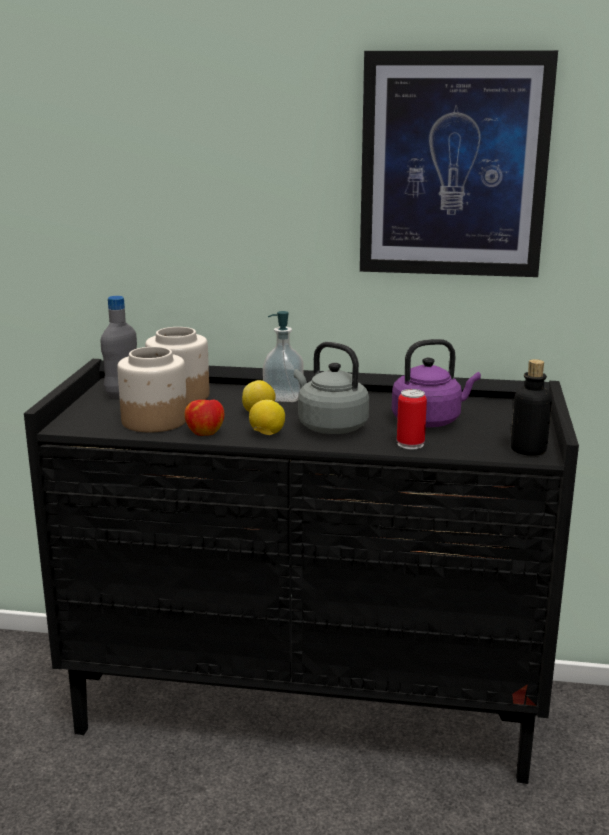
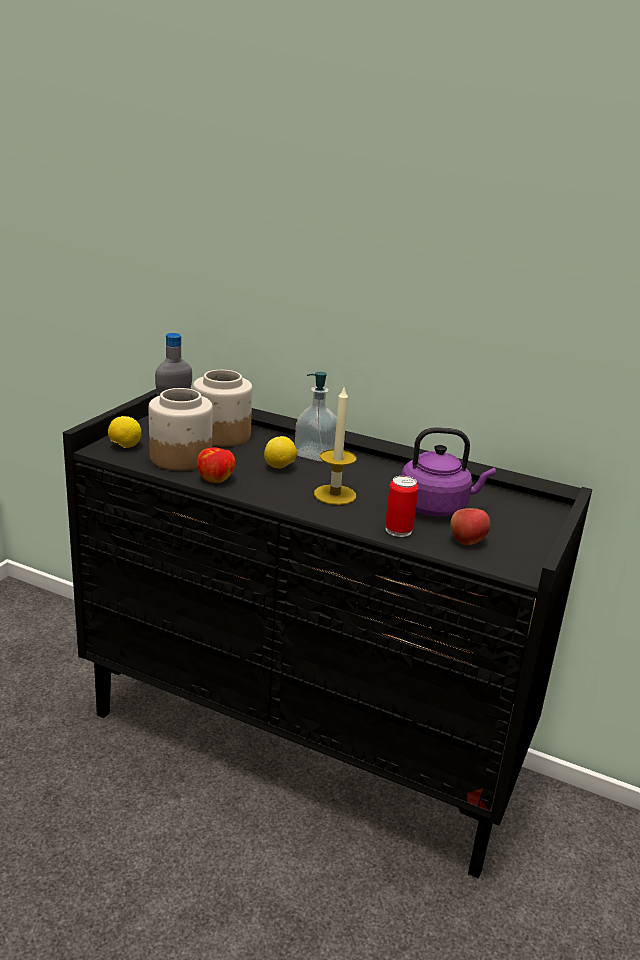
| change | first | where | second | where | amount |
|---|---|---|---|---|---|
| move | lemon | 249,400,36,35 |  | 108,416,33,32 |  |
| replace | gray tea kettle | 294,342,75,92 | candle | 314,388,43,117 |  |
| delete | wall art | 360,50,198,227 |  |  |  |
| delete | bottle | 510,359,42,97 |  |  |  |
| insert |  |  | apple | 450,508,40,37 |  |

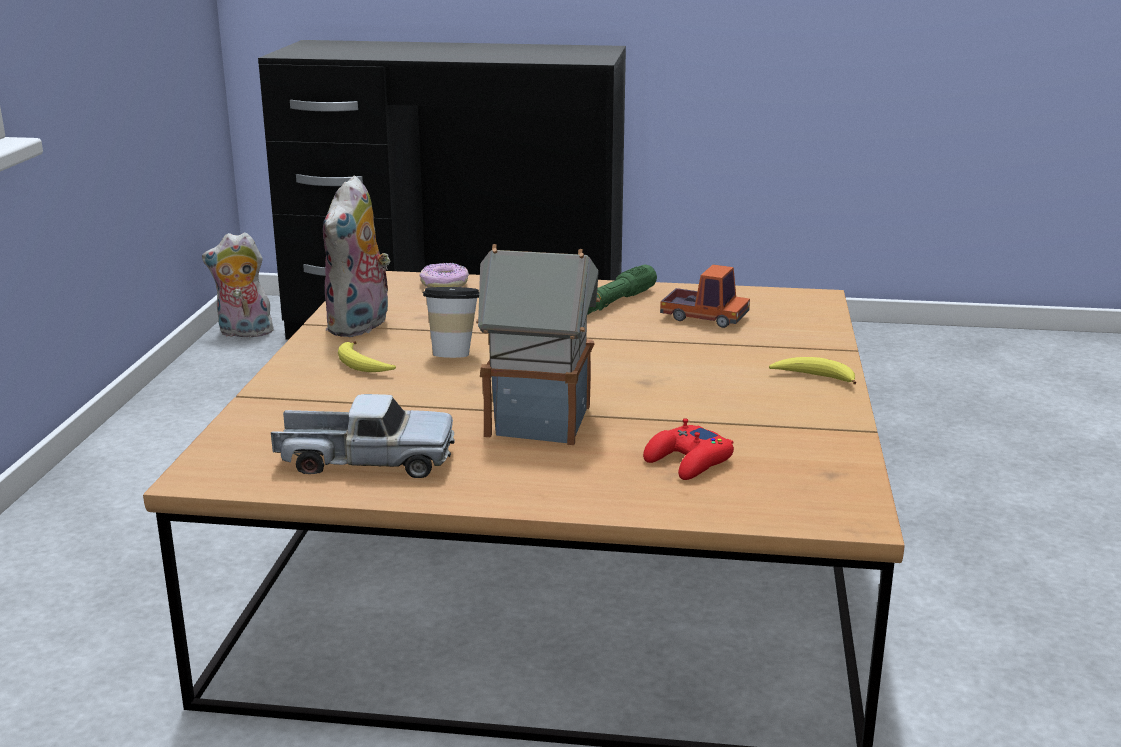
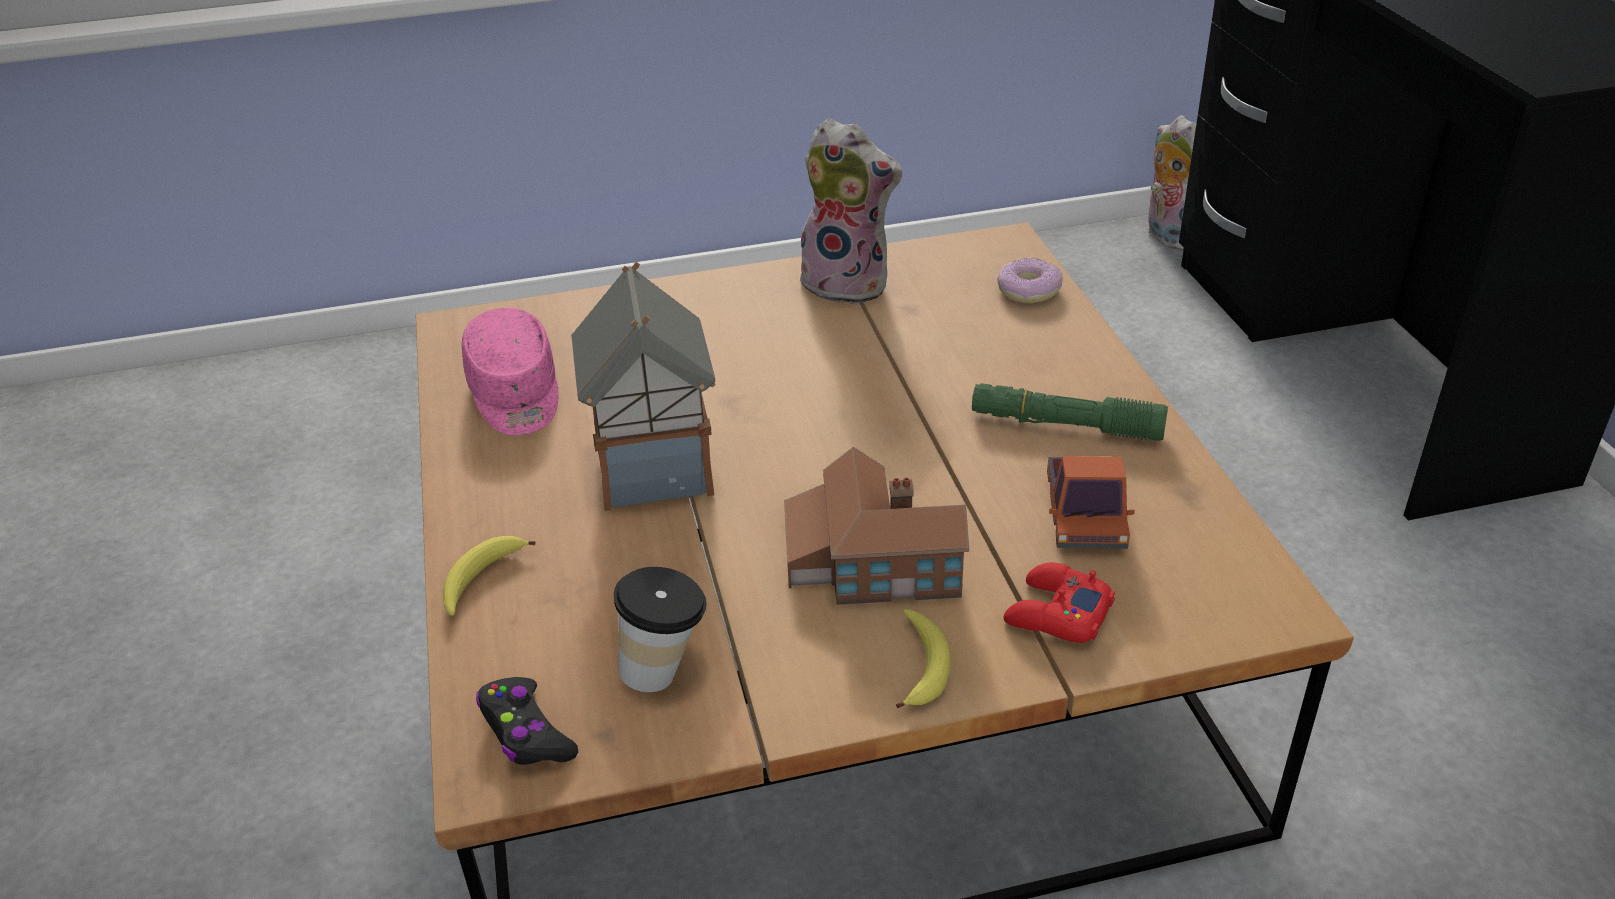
| change | first | where | second | where | amount |
|---|---|---|---|---|---|
| replace | toy lorry | 271,394,184,84 | pink cap | 462,308,96,128 |  |
| rotate | soft toy | 323,175,68,162 |  | 798,118,104,187 | 150 degrees counterclockwise |
| move | banana fruit | 338,341,58,31 |  | 443,536,93,80 |  |
| move | cup | 423,287,56,71 |  | 614,567,93,125 |  |
| move | red-coloured joypad | 643,418,91,62 |  | 1003,562,112,81 |  |
| insert |  |  | blackish joypad | 476,677,102,88 |  |
| insert |  |  | model house | 784,447,185,158 |  |

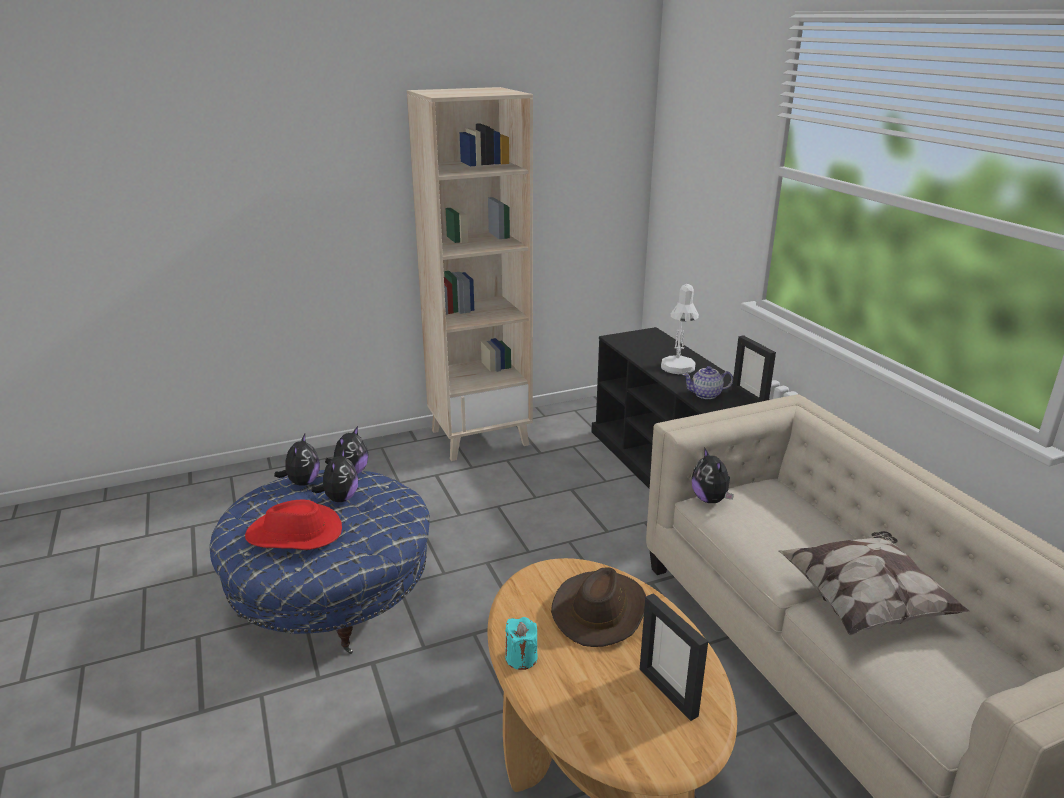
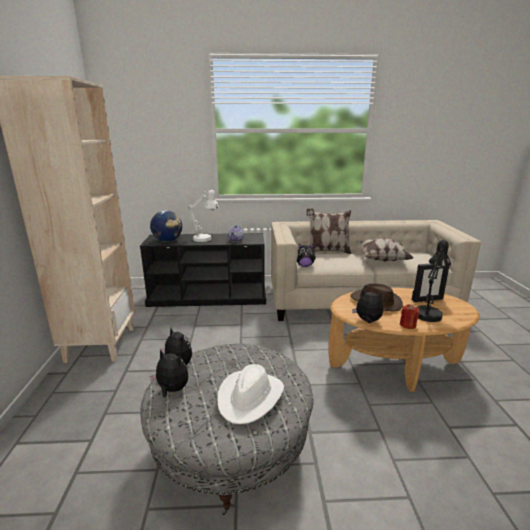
| change | first | where | second | where | amount |
|---|---|---|---|---|---|
| recolor | bluish footrest | 210,470,220,184 | gray footrest | 140,344,174,171 |  |
| recolor | red-coloured wearable hat | 245,500,97,50 | white wearable hat | 217,364,67,60 |  |
| move | soft toy | 311,448,47,54 |  | 352,288,31,35 |  |
| recolor | blue-green candle | 505,617,32,53 | red-coloured candle | 400,304,19,25 |  |
| delete | standing frame | 732,335,44,68 |  |  |  |
| insert |  |  | globe | 150,210,32,32 |  |
| insert |  |  | pillow | 306,209,45,45 |  |
| insert |  |  | blackish table lamp | 415,240,36,82 |  |

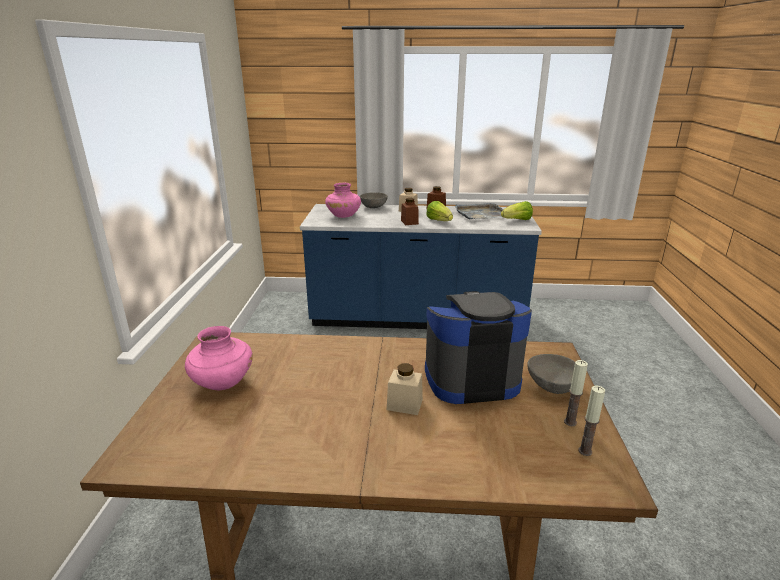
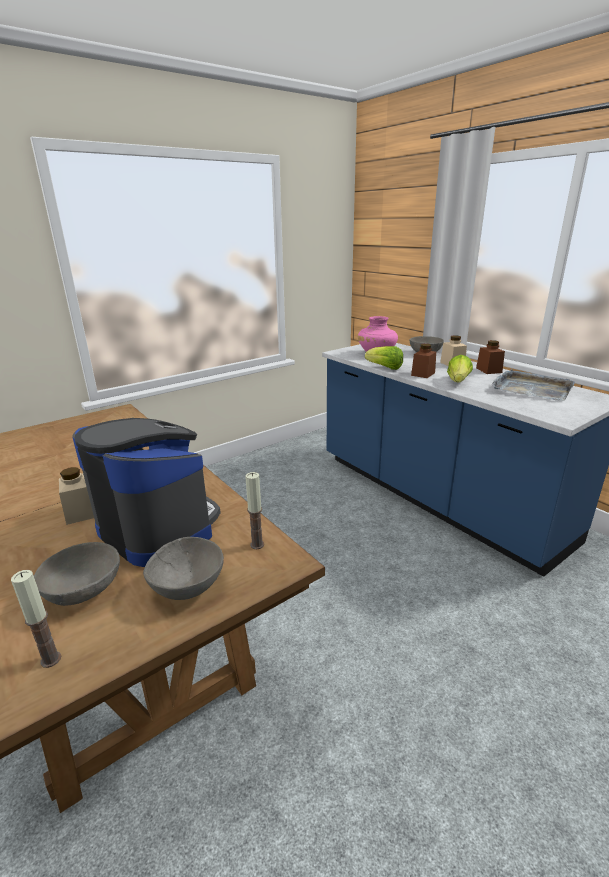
| change | first | where | second | where | amount |
|---|---|---|---|---|---|
| delete | pink decorative vase | 185,326,68,64 |  |  |  |
| move | lettuce | 501,201,32,19 |  | 365,346,38,24 |  |
| move | candle | 564,360,24,66 |  | 245,472,19,77 |  |
| insert |  |  | gray deep dish | 34,542,86,64 |  |

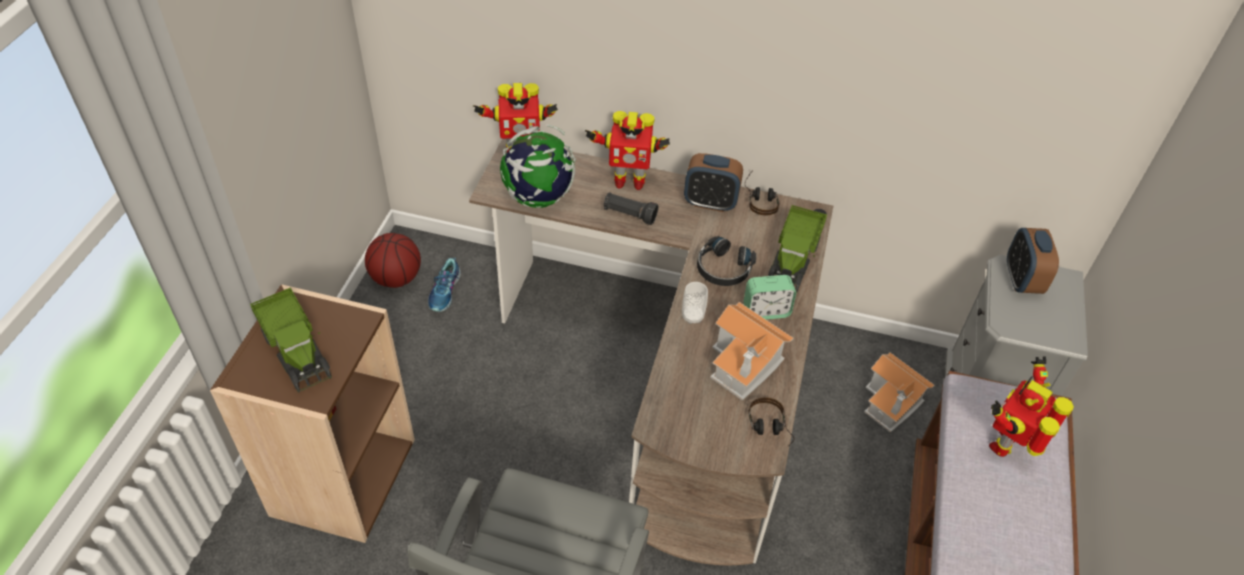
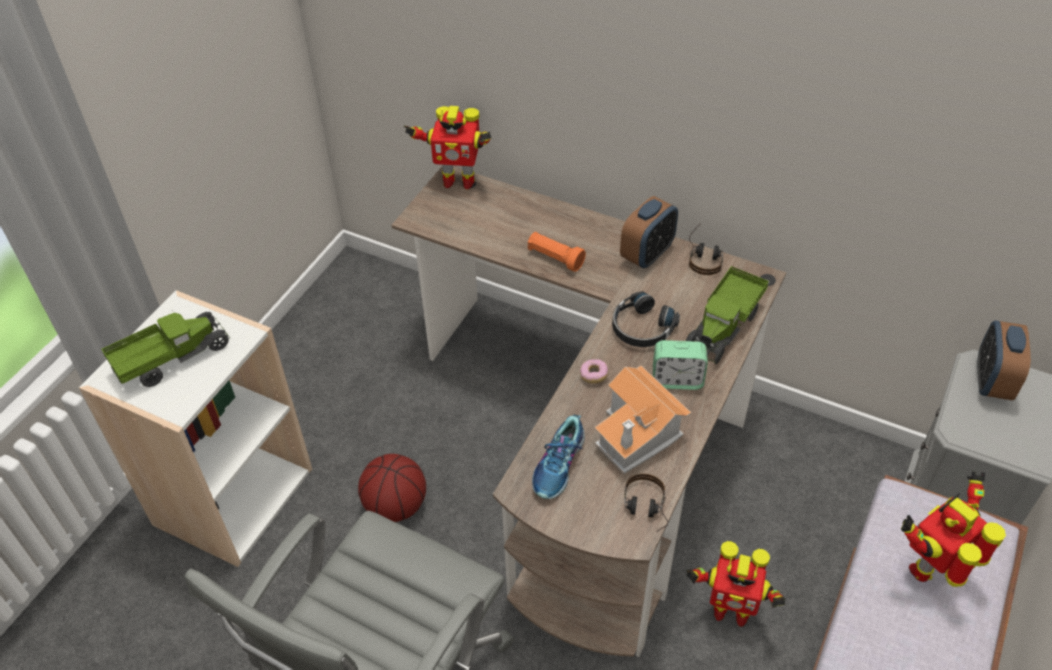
| change | first | where | second | where | amount |
|---|---|---|---|---|---|
| recolor | brown-coloured bookcase | 210,284,205,259 | white bookcase | 79,290,233,277 |  |
| rotate | toy lorry | 250,287,81,105 |  | 101,312,129,75 | 105 degrees counterclockwise |
| move | basketball ball | 365,233,56,55 |  | 358,454,68,68 |  |
| move | low shoe | 428,258,33,54 |  | 532,415,53,84 |  |
| delete | globe | 500,124,76,84 |  |  |  |
| move | model robot | 585,111,85,79 |  | 686,541,99,86 |  |
| recolor | blackish hand torch | 604,192,54,33 | orangey hand torch | 528,232,58,40 |  |
| replace | cup | 682,282,26,42 | donut | 580,359,28,25 |  |
| rotate | alarm clock | 684,153,59,59 |  | 620,196,58,73 | 75 degrees counterclockwise |
| delete | model house | 864,353,71,79 |  |  |  |

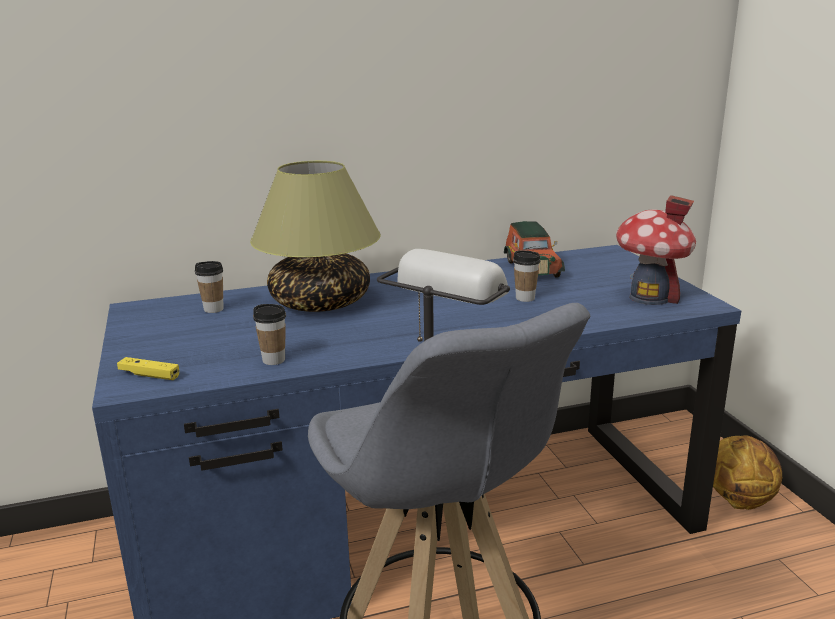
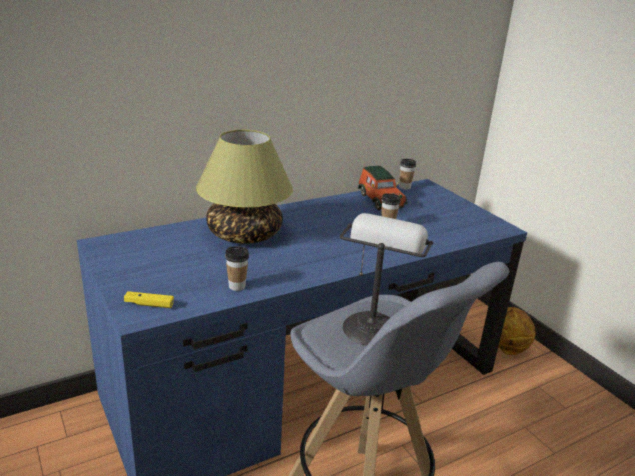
| change | first | where | second | where | amount |
|---|---|---|---|---|---|
| move | cup | 195,261,29,52 |  | 399,159,17,31 |  |
| delete | model house | 616,195,80,110 |  |  |  |

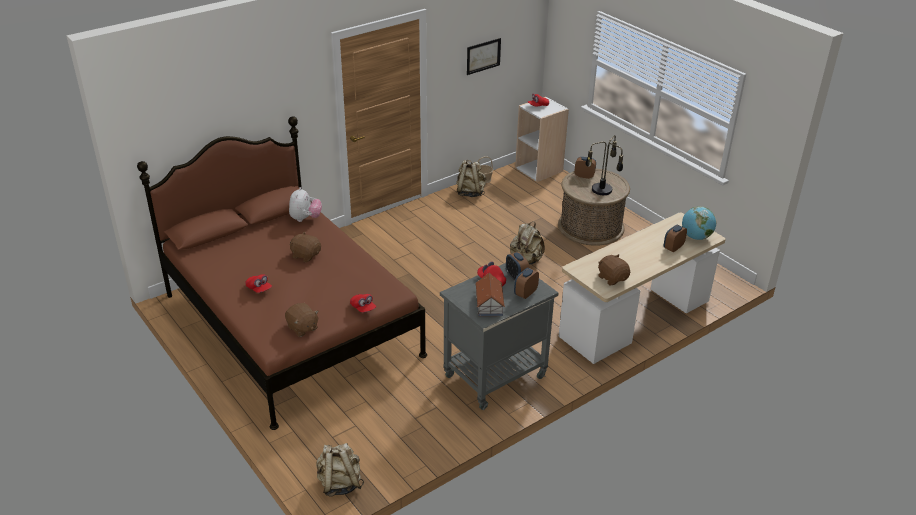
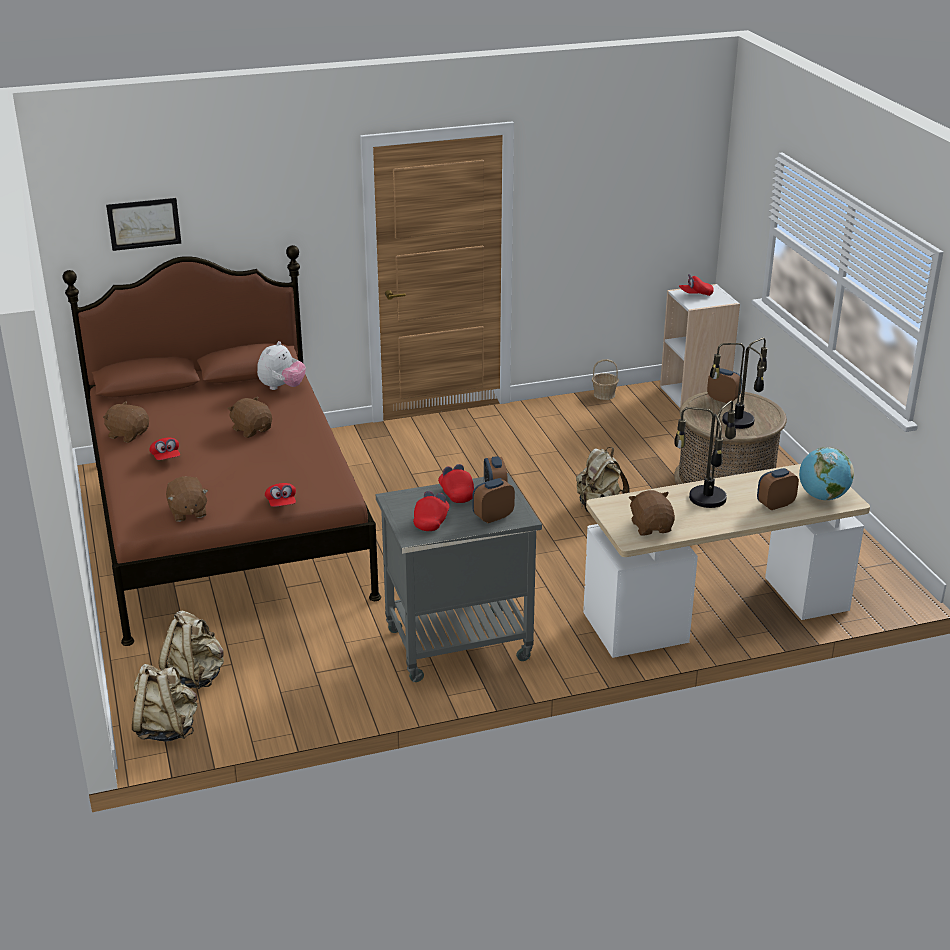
| change | first | where | second | where | amount |
|---|---|---|---|---|---|
| move | beige-coloured rucksack | 456,160,30,37 |  | 159,610,65,79 |  |
| move | wall art | 467,38,34,37 |  | 106,198,75,53 |  |
| replace | model house | 475,273,30,43 | red-coloured cap | 413,491,37,40 |  |
| insert |  |  | brown-coloured soft toy | 103,401,46,42 |  |
| insert |  |  | table lamp | 674,401,62,107 |  |

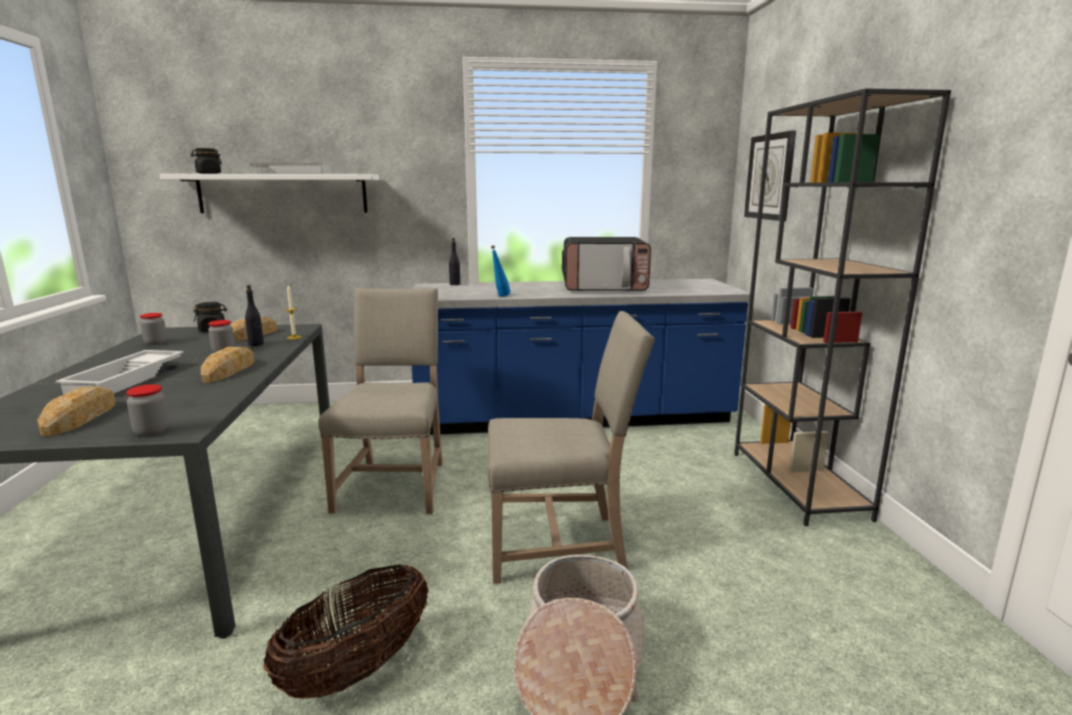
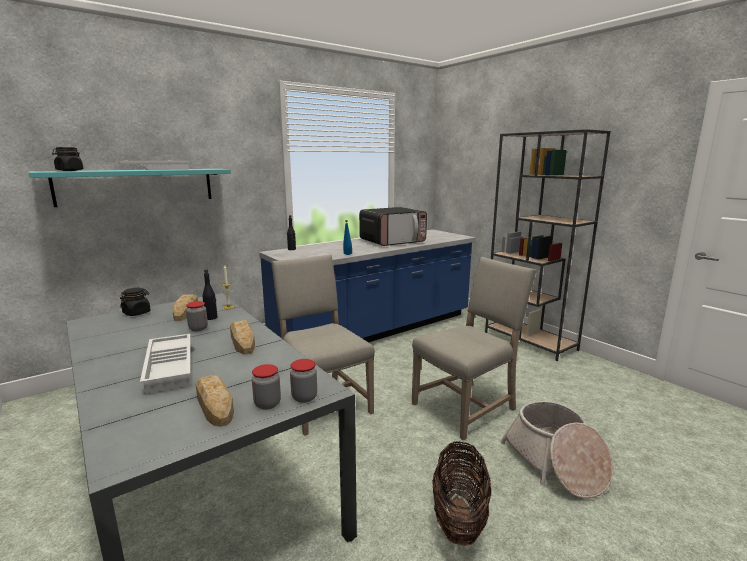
| change | first | where | second | where | amount |
|---|---|---|---|---|---|
| move | jar | 140,313,27,32 |  | 252,364,29,46 |  |
| recolor | white shelf | 159,174,220,39 | blue-green shelf | 29,169,202,38 |  |
| delete | hanging clock | 744,131,52,90 |  |  |  |

